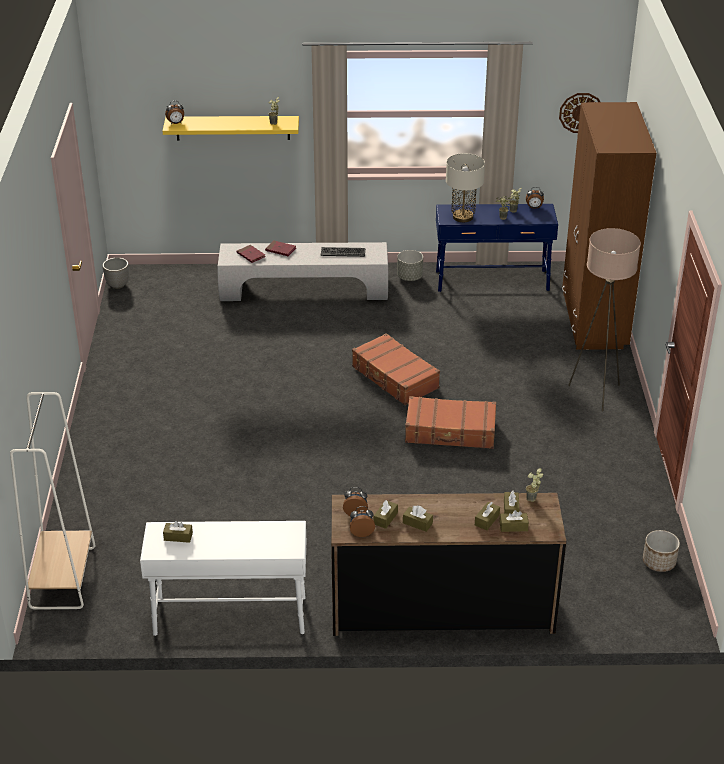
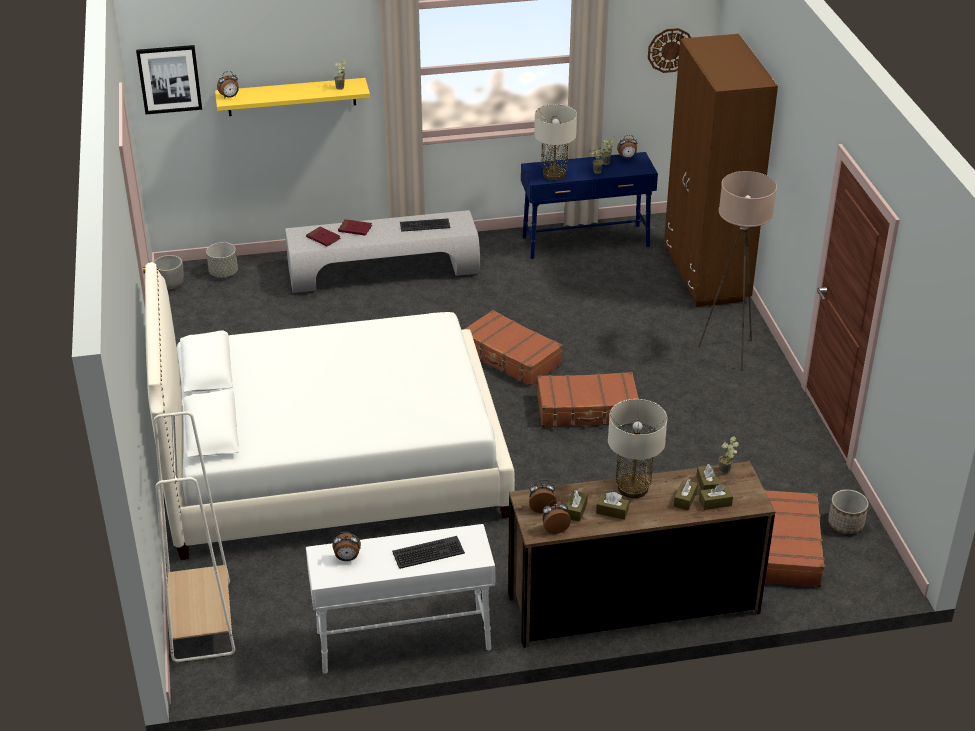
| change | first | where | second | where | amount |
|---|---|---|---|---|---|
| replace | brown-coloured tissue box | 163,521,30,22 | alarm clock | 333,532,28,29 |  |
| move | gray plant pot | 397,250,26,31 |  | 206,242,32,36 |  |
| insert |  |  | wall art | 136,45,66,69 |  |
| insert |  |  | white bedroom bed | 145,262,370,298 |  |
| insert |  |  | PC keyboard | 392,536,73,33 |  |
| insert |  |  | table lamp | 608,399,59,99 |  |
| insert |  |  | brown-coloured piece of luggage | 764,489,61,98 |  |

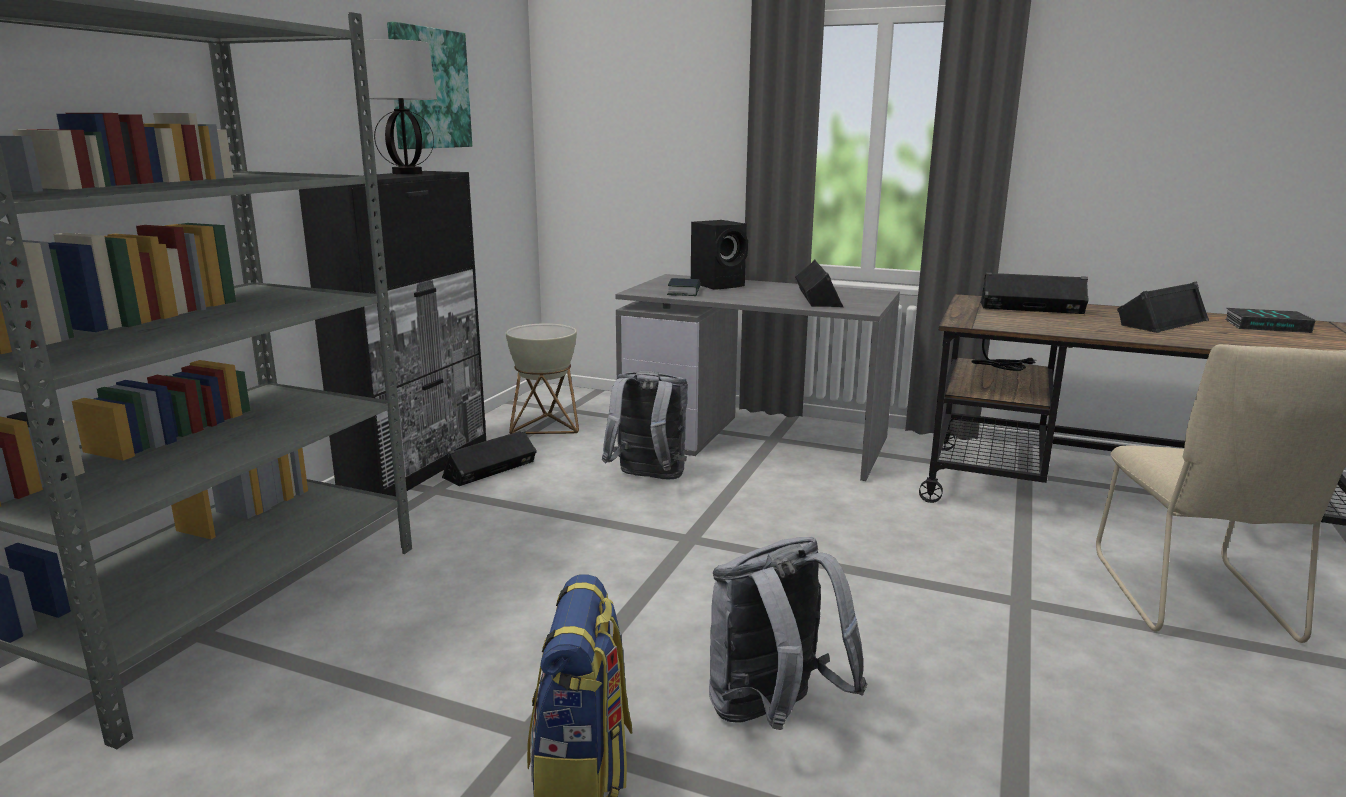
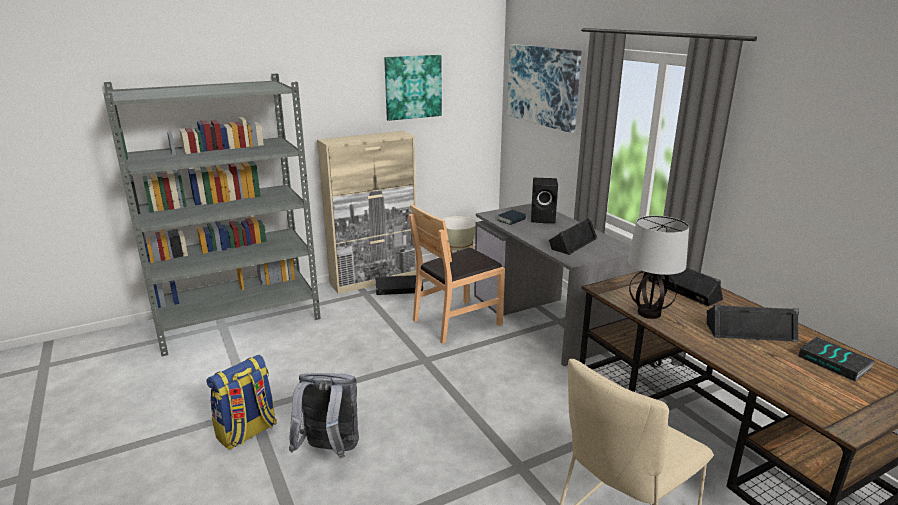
| change | first | where | second | where | amount |
|---|---|---|---|---|---|
| recolor | blackish cabinet | 299,171,187,325 | beige-coloured cabinet | 317,131,99,163 |  |
| move | table lamp | 364,39,73,135 |  | 628,215,61,104 |  |
| replace | gray rucksack | 602,370,86,110 | brown-coloured chair | 409,204,96,140 |  |
| insert |  |  | wall art | 507,44,75,89 |  |

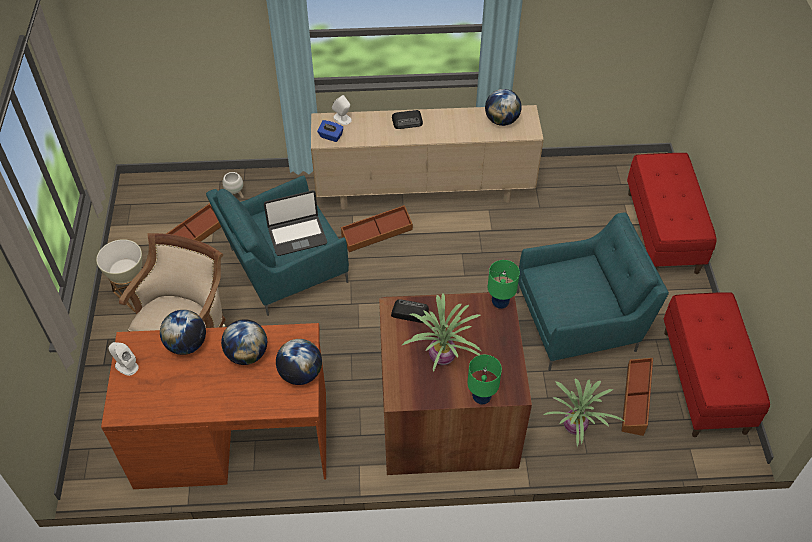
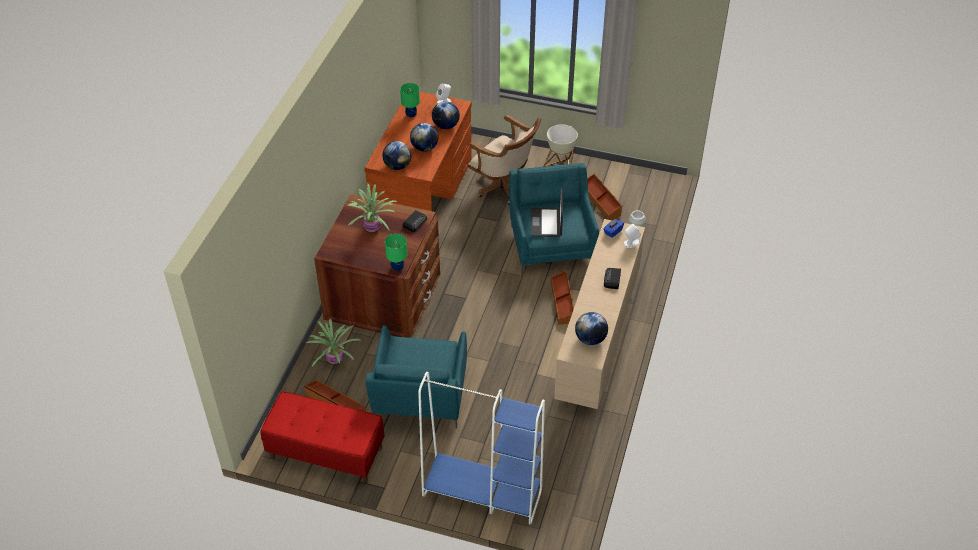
| change | first | where | second | where | amount |
|---|---|---|---|---|---|
| move | greenish table lamp | 467,355,35,49 |  | 400,83,20,34 |  |
| replace | red-coloured indoor bench | 627,153,90,121 | bluish garment rack | 418,372,127,153 |  |

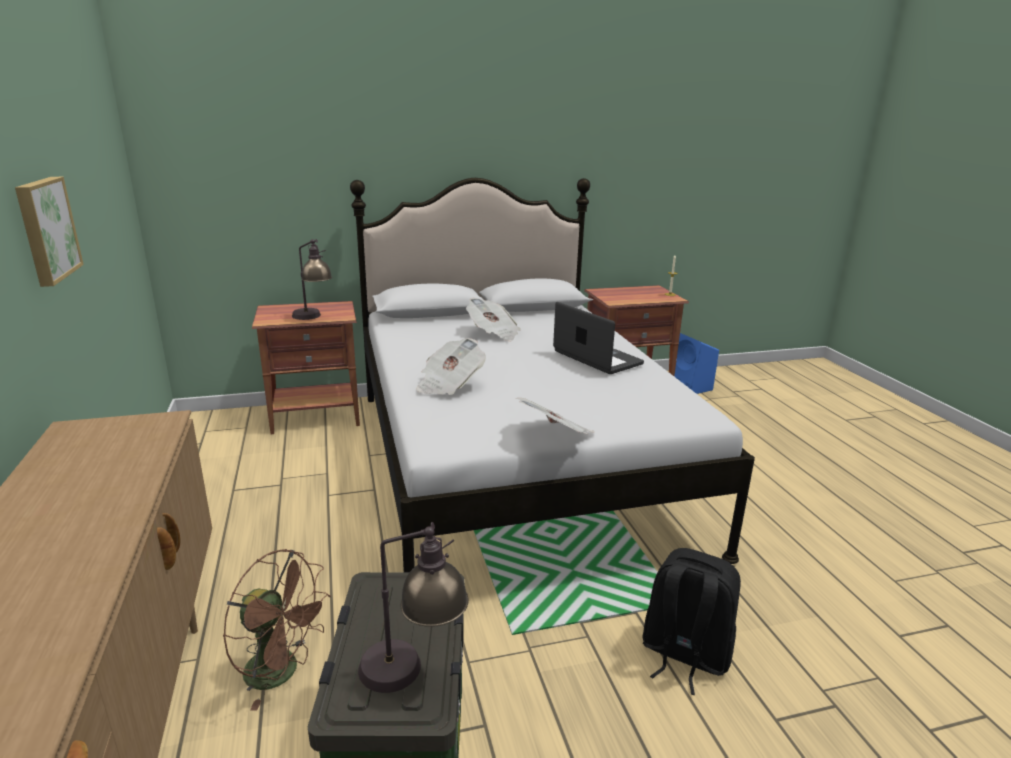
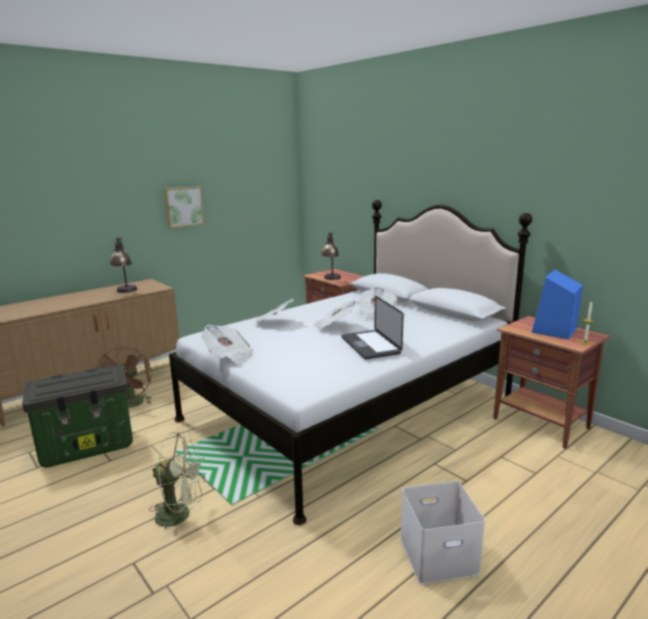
| change | first | where | second | where | amount |
|---|---|---|---|---|---|
| move | table lamp | 358,522,111,171 |  | 110,237,27,56 |  |
| rotate | laptop | 553,302,91,72 |  | 341,296,63,63 | 135 degrees clockwise |
| replace | blackish rucksack | 642,548,99,147 | greenish electric fan | 149,431,56,106 |  |
| move | bluish loudspeaker | 674,333,45,61 |  | 532,270,51,69 |  |
| insert |  |  | newspaper | 313,301,45,28 |  |
| insert |  |  | white storage container | 400,481,85,103 |  |

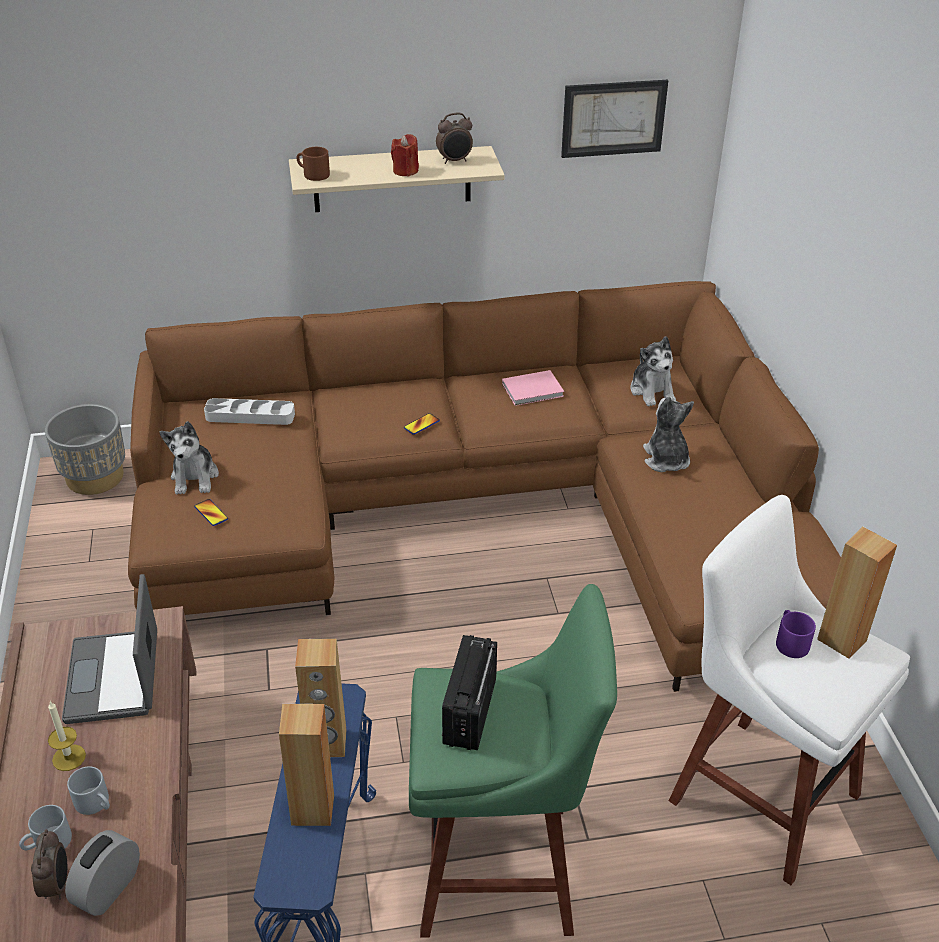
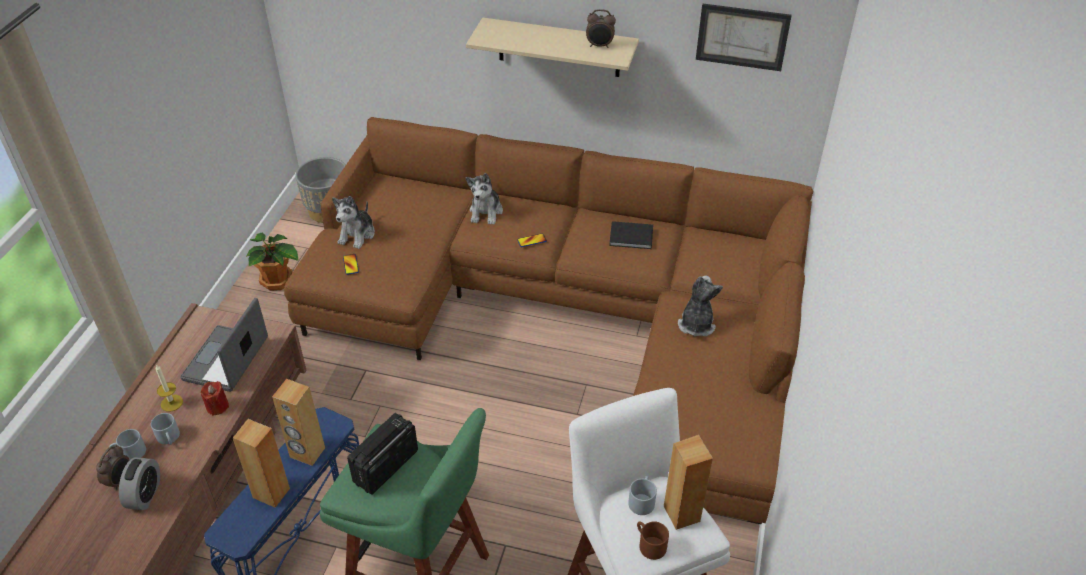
| change | first | where | second | where | amount |
|---|---|---|---|---|---|
| rotate | alarm clock | 65,830,75,86 |  | 119,457,41,53 | 135 degrees clockwise |
| delete | gray carrying tray | 204,398,91,27 |  |  |  |
| move | brown-coloured coffee mug | 296,147,34,34 |  | 637,521,32,39 |  |
| move | red-coloured candle | 391,134,28,42 |  | 201,381,28,35 |  |
| recolor | pink volume | 502,370,62,36 | blackish volume | 609,221,44,28 |  |
| move | soft toy | 630,336,46,71 |  | 466,173,37,52 |  |
| recolor | purple coffee mug | 776,610,40,48 | gray coffee mug | 628,476,29,39 |  |
| insert |  |  | plant in a pot | 246,233,53,58 |  |

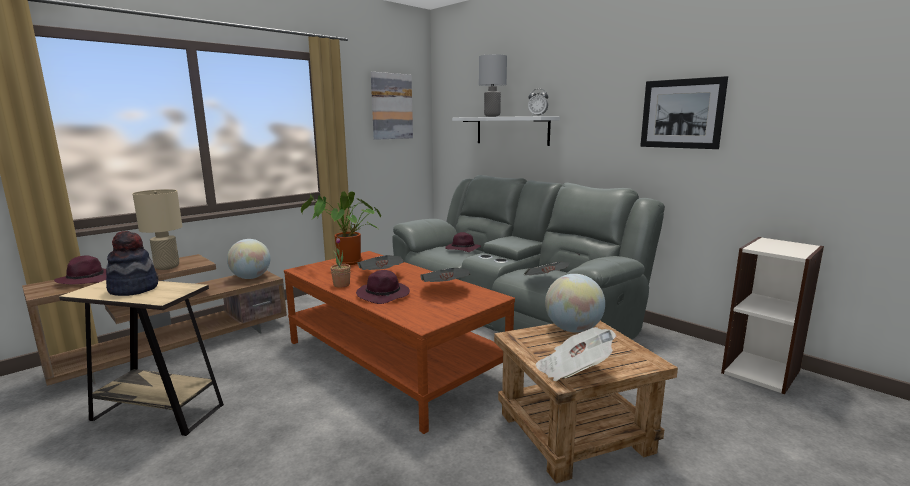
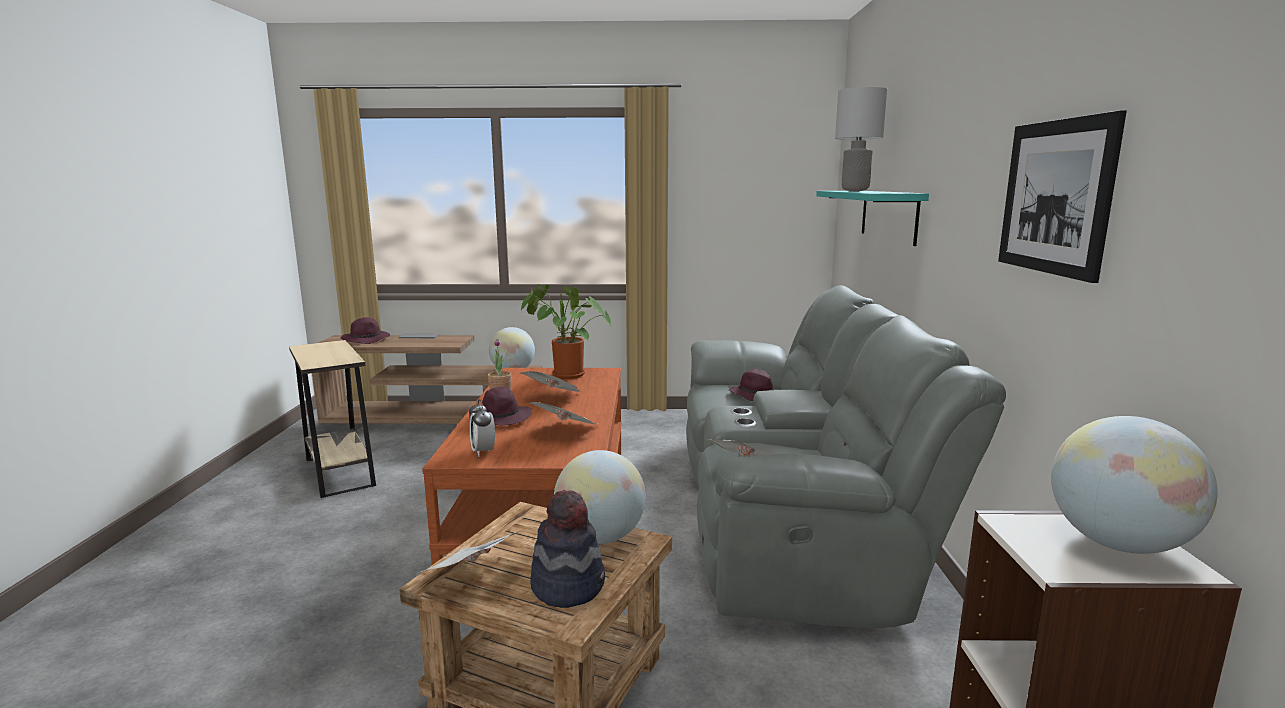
| change | first | where | second | where | amount |
|---|---|---|---|---|---|
| move | wearable hat | 106,231,52,65 |  | 530,490,75,118 |  |
| delete | beige-coloured table lamp | 132,189,50,81 |  |  |  |
| delete | wall art | 371,72,42,68 |  |  |  |
| recolor | white shelf | 452,116,108,30 | blue-green shelf | 816,191,113,55 |  |
| move | alarm clock | 528,89,20,27 |  | 469,399,26,58 |  |
| insert |  |  | globe | 1051,416,166,138 |  |

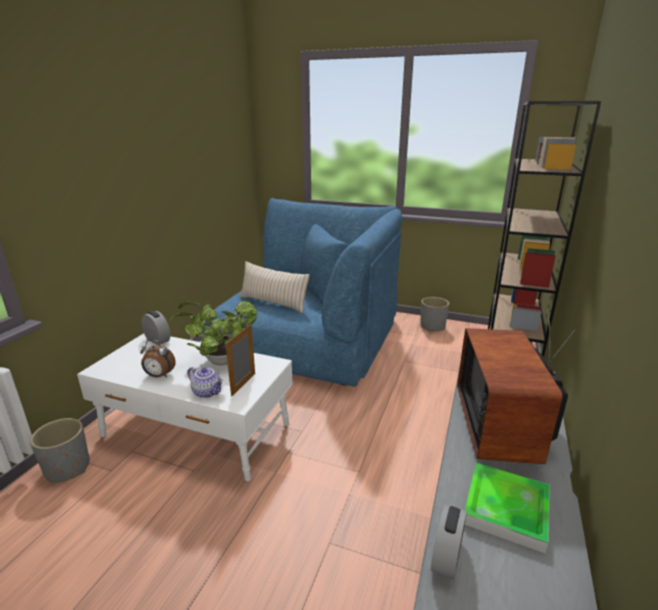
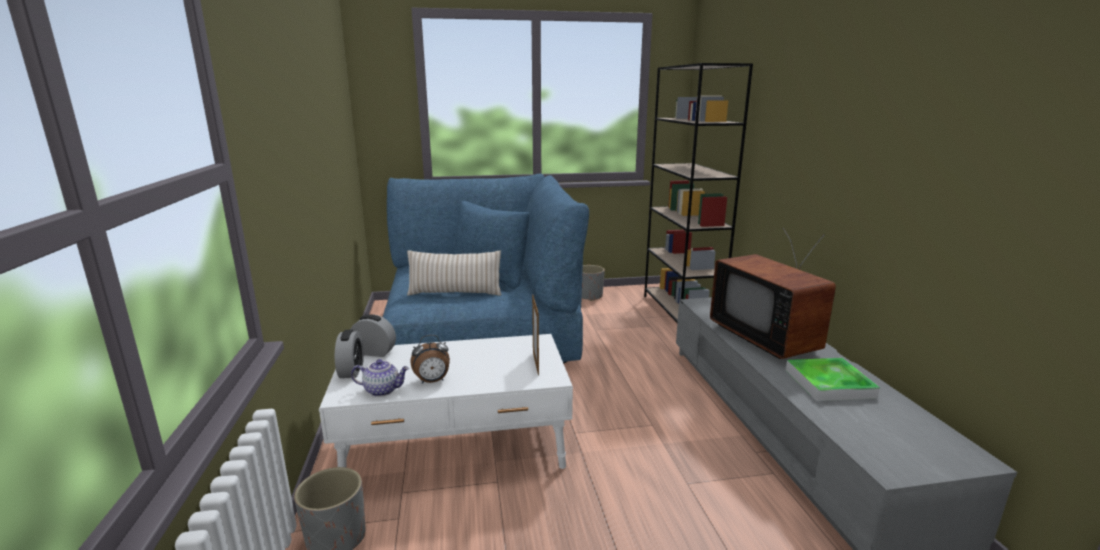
| change | first | where | second | where | amount |
|---|---|---|---|---|---|
| delete | plant in a pot | 170,301,87,64 |  |  |  |
| move | tea pot | 187,367,36,31 |  | 351,359,58,38 |  |
| move | alarm clock | 431,504,36,76 |  | 335,330,29,48 |  |

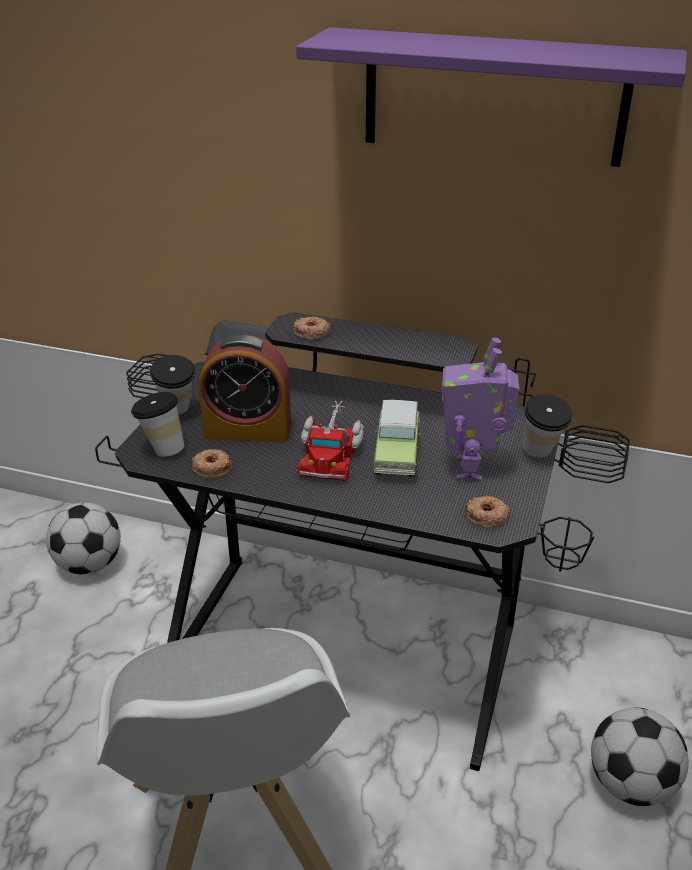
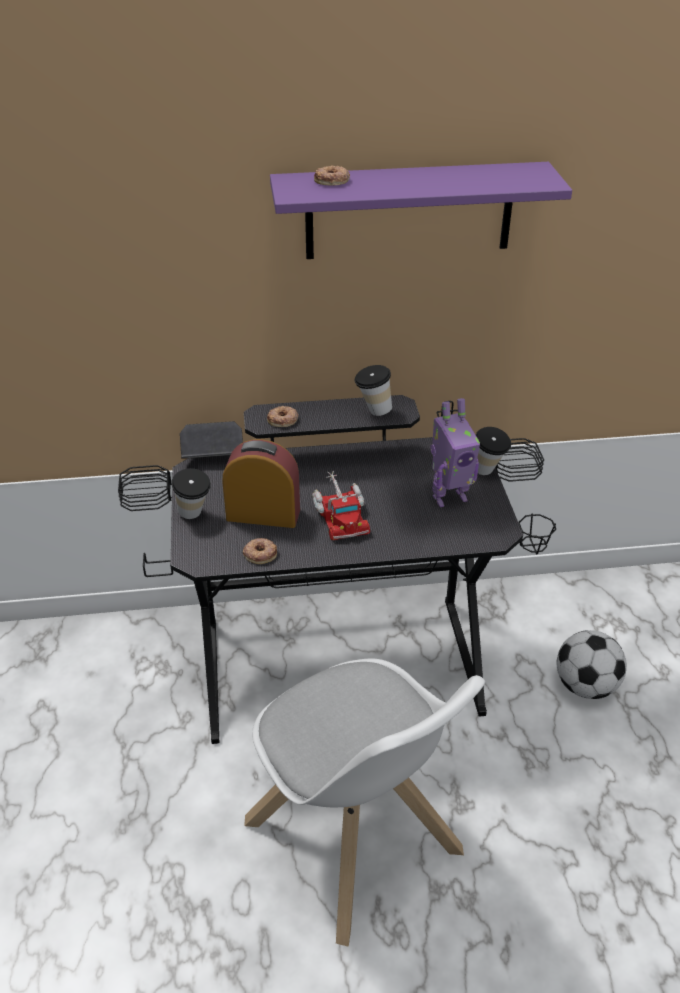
| change | first | where | second | where | amount |
|---|---|---|---|---|---|
| delete | ball for football | 46,503,75,71 |  |  |  |
| move | cup | 131,392,53,65 |  | 354,365,38,51 |  |
| rotate | alarm clock | 199,335,92,107 |  | 222,439,78,89 | 150 degrees counterclockwise |
| delete | model car | 373,400,49,77 |  |  |  |
| rotate | model robot | 442,337,77,144 |  | 431,398,49,109 | 90 degrees counterclockwise |
| move | donut | 465,496,44,31 |  | 314,165,36,20 |  |

